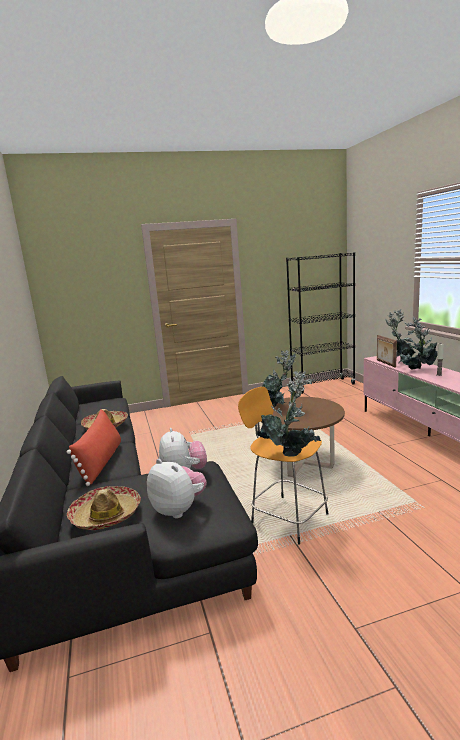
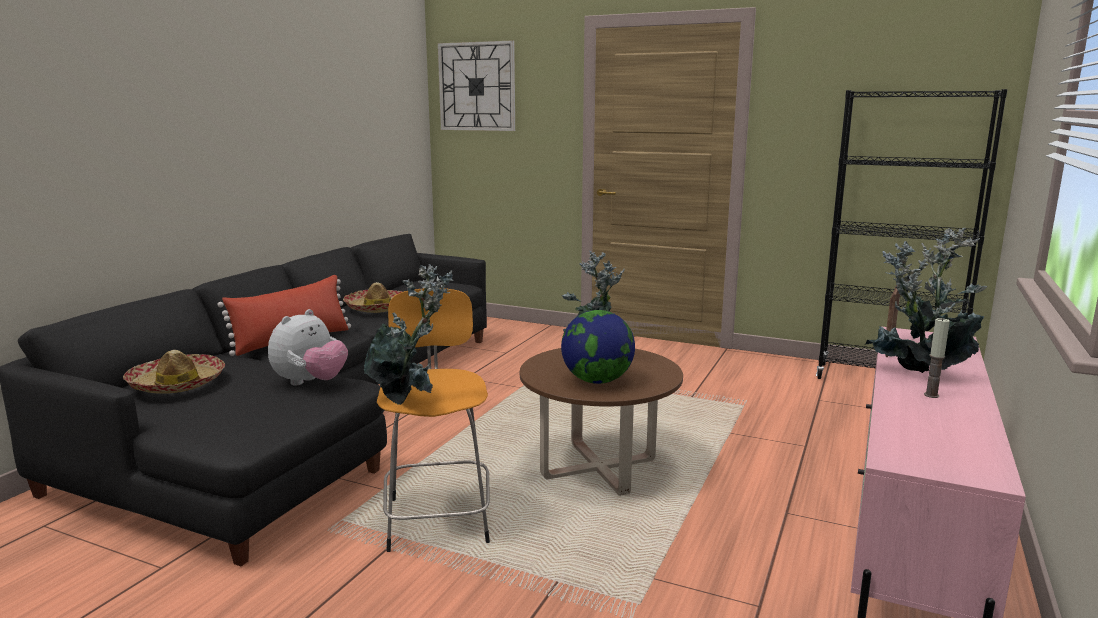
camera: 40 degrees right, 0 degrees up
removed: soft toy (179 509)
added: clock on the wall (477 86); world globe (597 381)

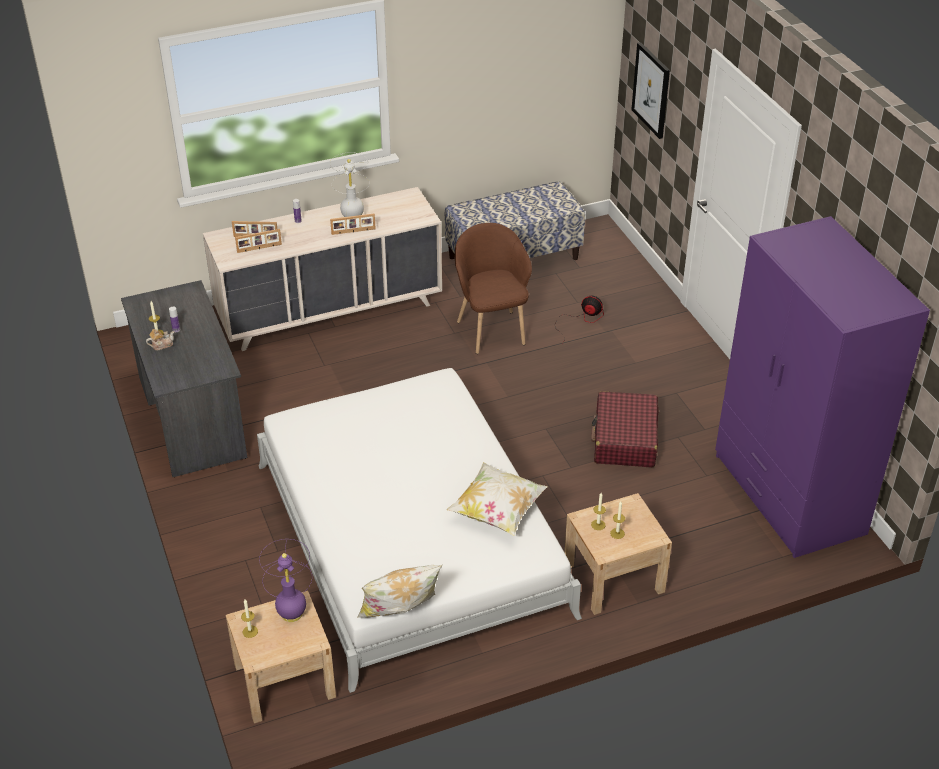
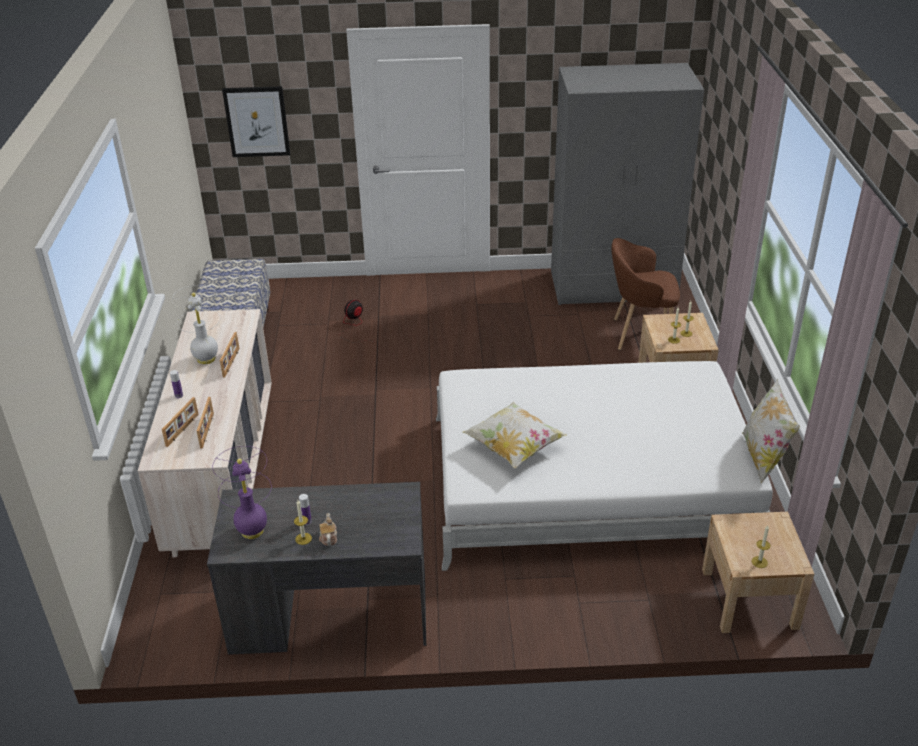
camera: 70 degrees left, 5 degrees down
removed: red-coloured travel case (625 439)
moved: brown easy chair (491 330) to (639 334); cushion (497 511) to (514 448); purple tabletop lamp (292 614) to (252 531)
recoloured: purple clothes cupboard (788 495) to greyish clothes cupboard (613 286)

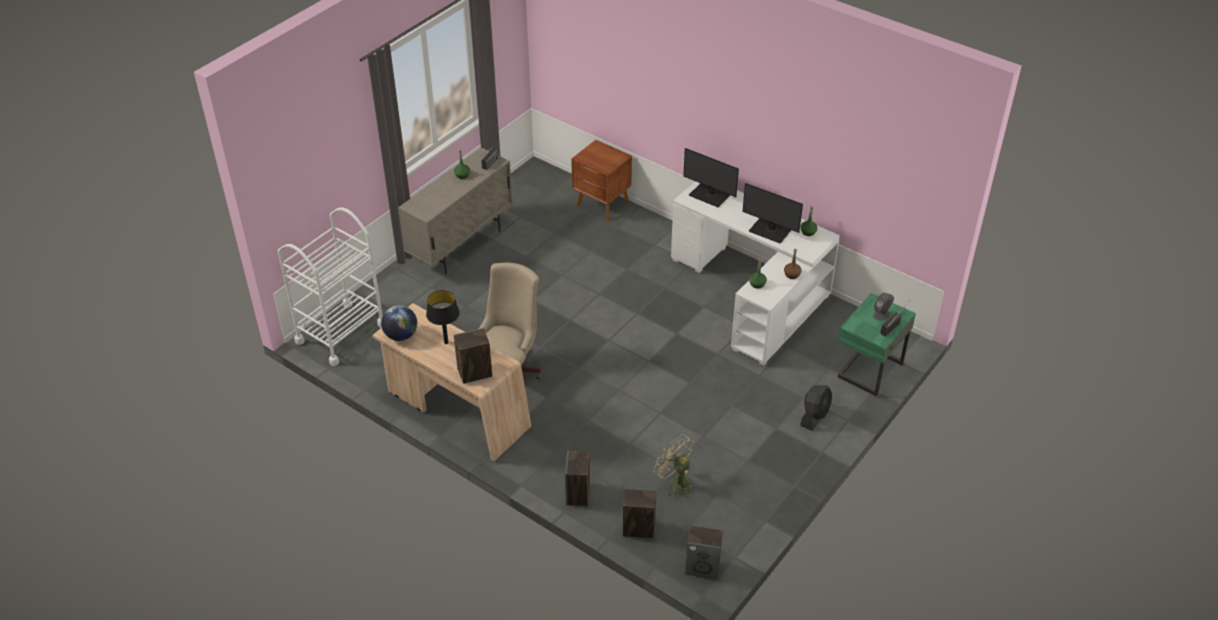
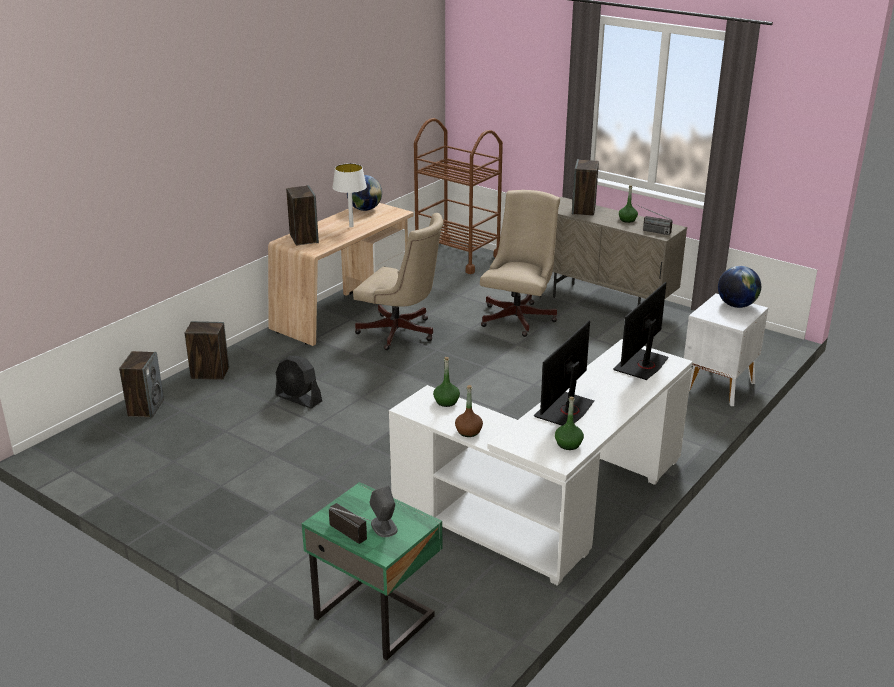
camera: 90 degrees right, 15 degrees down
removed: sand-coloured cooling fan (675 483)
added: sand-coloured office chair (519 316); world globe (736 305)
moved: black-coloured cooling fan (815 416) to (298 399); audio speaker (703 567) to (584 210)
recoloured: brown nightstand (603 205) to white-coloured nightstand (718 386); white-coloured wheeled cart (341 333) to brown wheeled cart (457 256); black-coloured tabletop lamp (446 342) to white-coloured tabletop lamp (351 226)

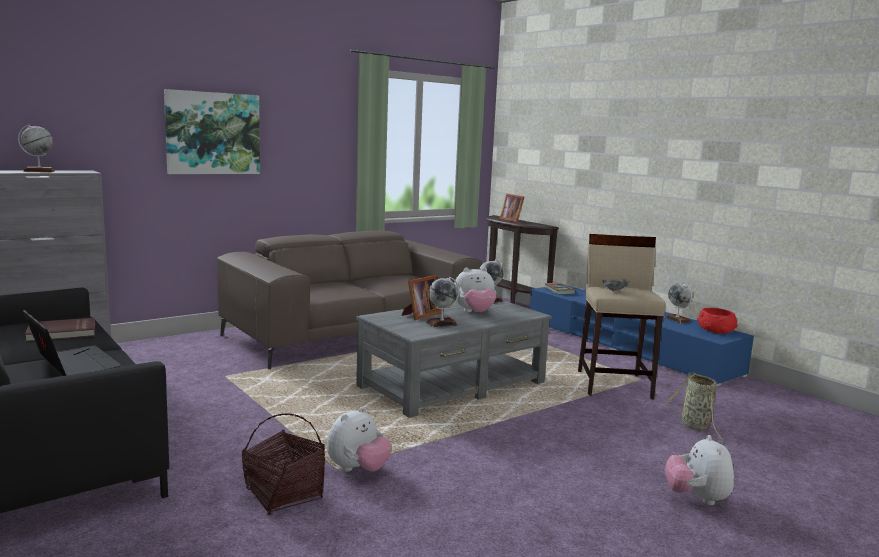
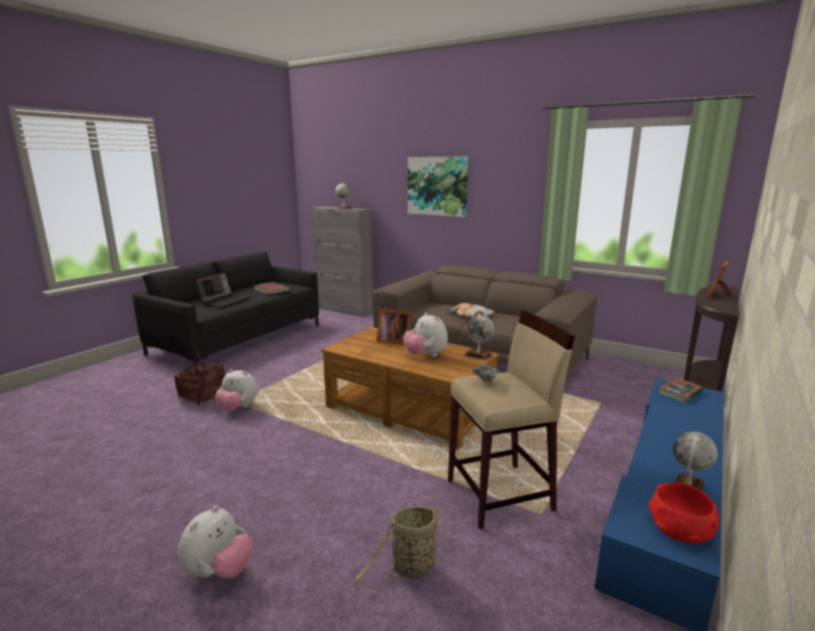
camera: 70 degrees right, 5 degrees up
removed: world globe (441 323)
added: cushion (470 315)
recoloured: greyish lounge table (453 385) to brown lounge table (409 410)
turned: soft toy (697 498) = (219 571) 135 degrees clockwise

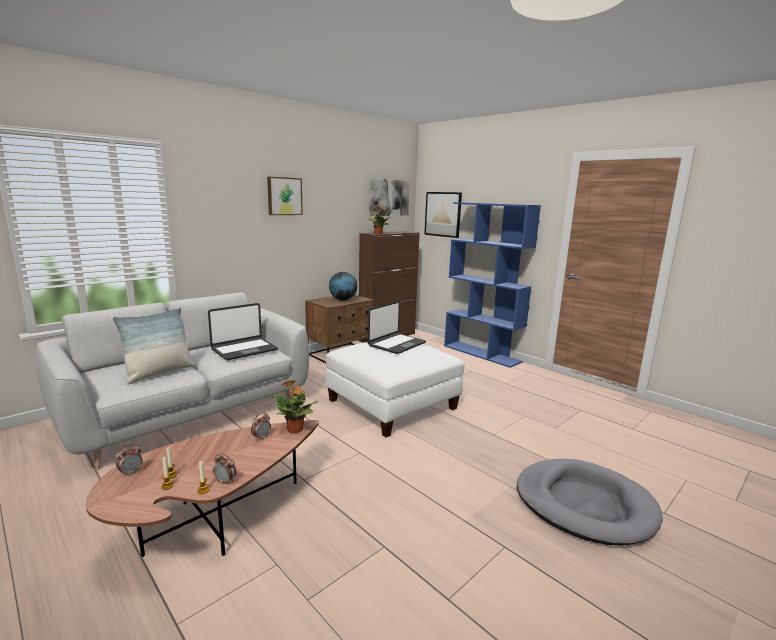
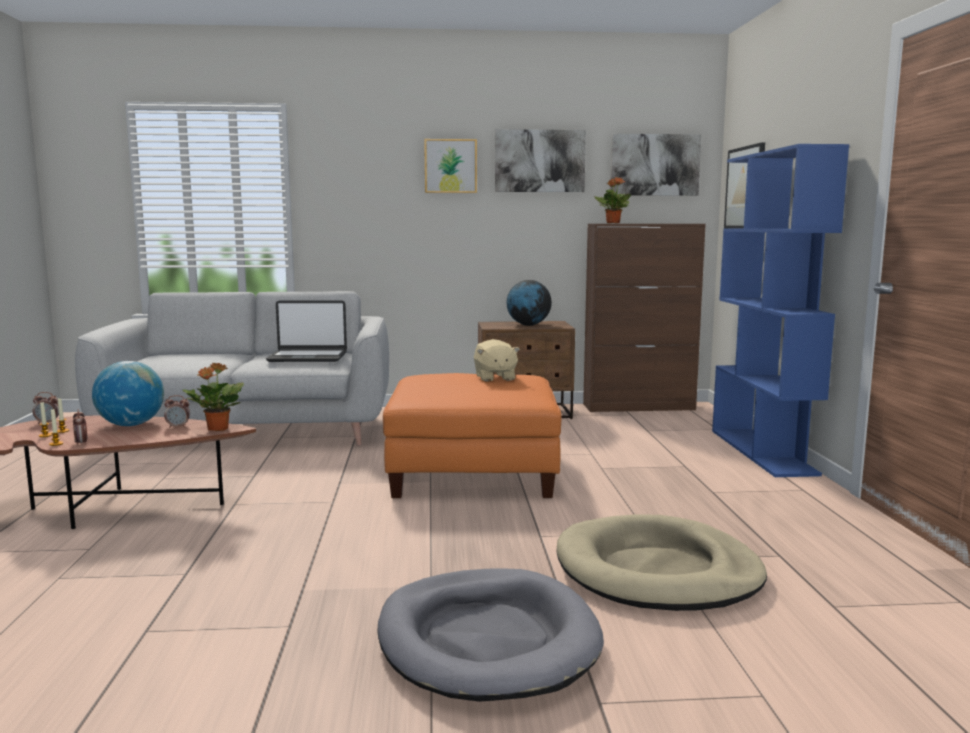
camera: 40 degrees right, 5 degrees down
removed: cushion (159 373)
added: wall picture (539 161); world globe (131 425); sand-coloured dog cushion (657 571)
replaced: laptop (396 344) to sand-coloured soft toy (494 378)
recoloured: white-coloured pouffe (392 404) to orange-coloured pouffe (473 472)

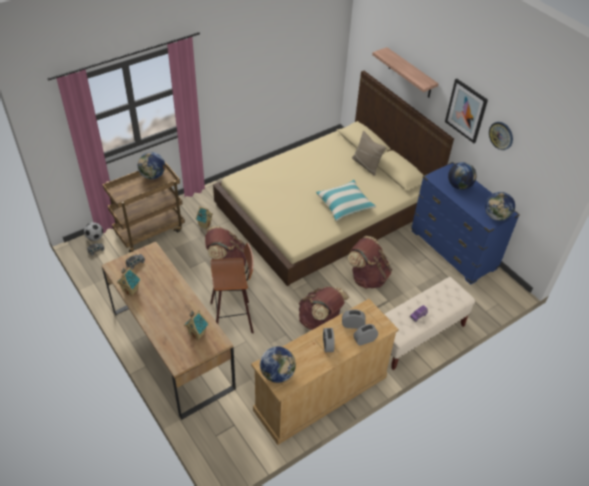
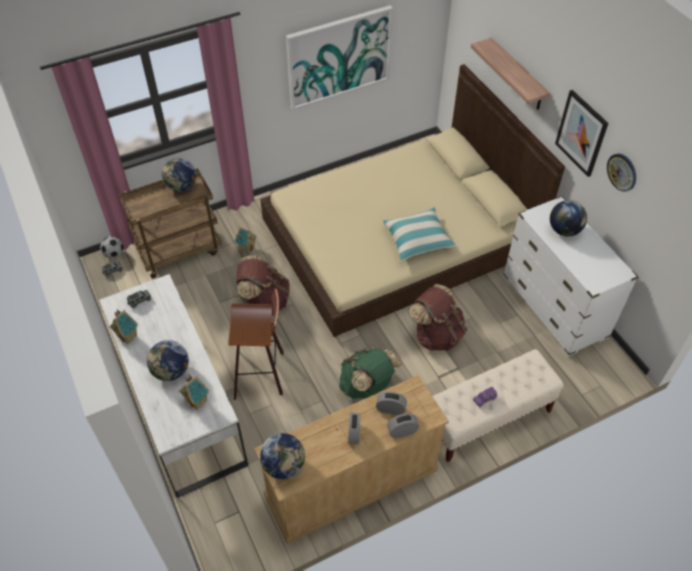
camera: 10 degrees right, 5 degrees up
removed: sand-coloured cushion (366 165)
added: wall picture (339 57)
moved: world globe (496 216) to (171 371)
recoloured: bluish chest of drawers (453 250) to white-coloured chest of drawers (554 307); brown desk unit (172 349) to white-coloured desk unit (181 405); brown backpack (320 320) to green backpack (367 386)

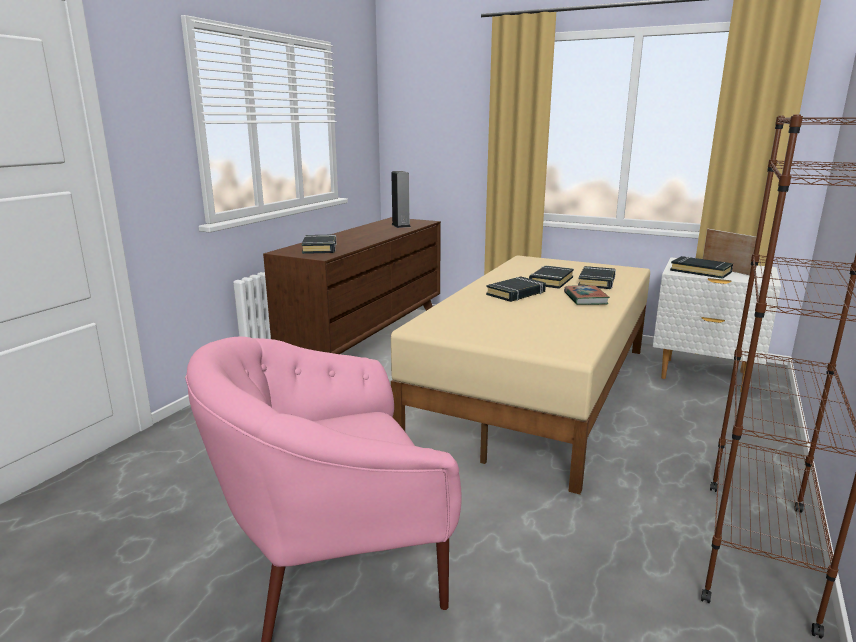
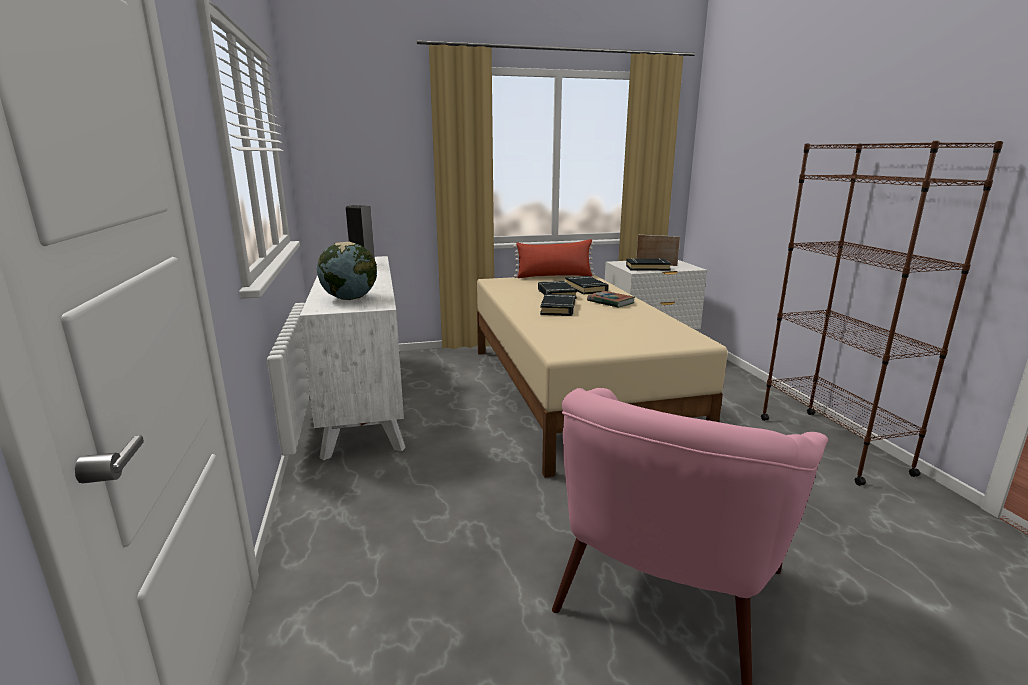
camera: 40 degrees left, 0 degrees up
added: red-coloured cushion (554 276)
replaced: black-coloured volume (320 248) to world globe (350 298)
recoloured: brown chest of drawers (367 342) to white-coloured chest of drawers (364 398)

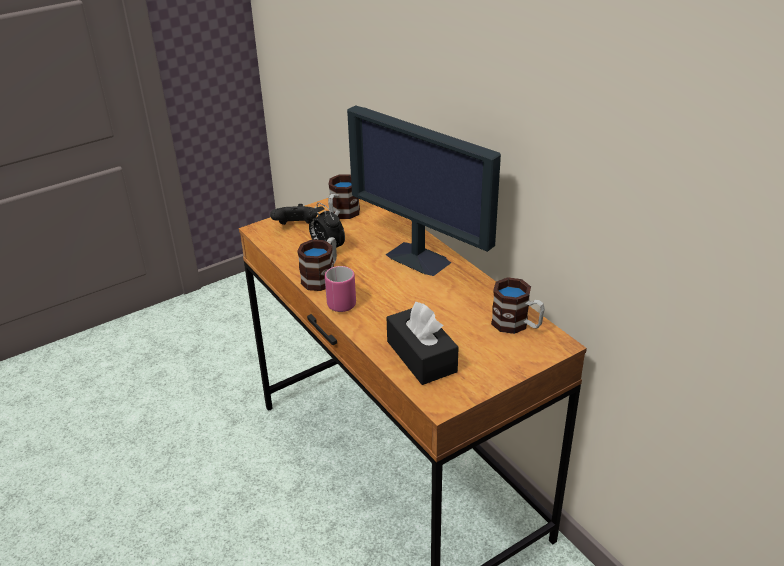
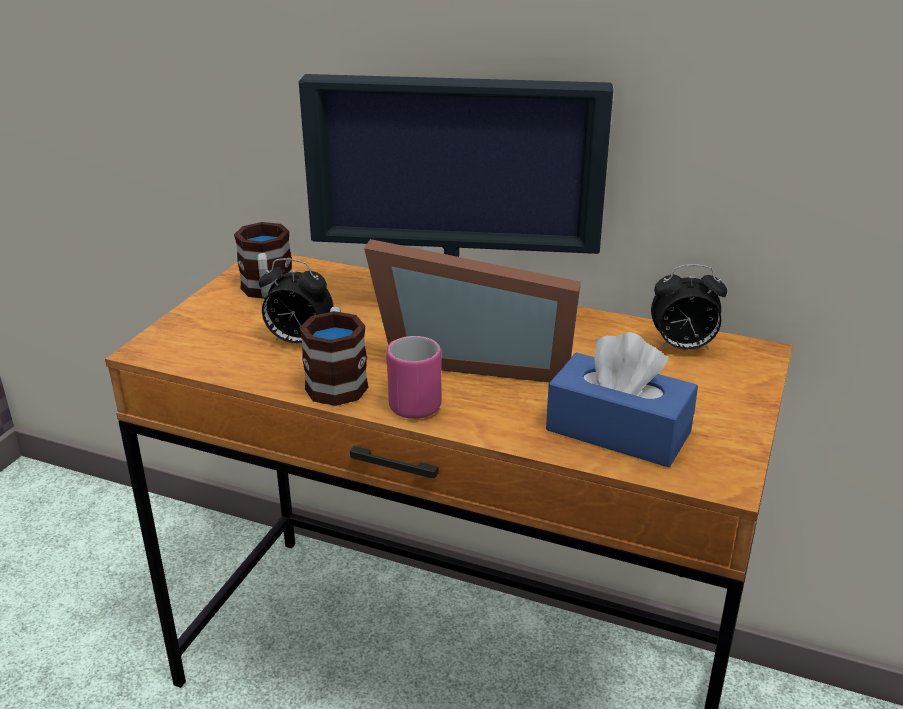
camera: 35 degrees left, 5 degrees down
removed: black-coloured gamepad (296 227)
added: photo frame (474 358)
replaced: coffee mug (517 325) to bedside clock (682 347)
recoloured: black-coloured box of tissues (421 356) to bluish box of tissues (618 431)

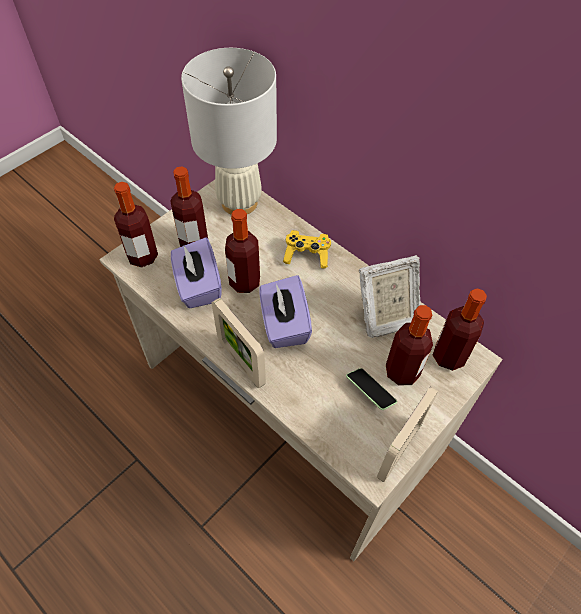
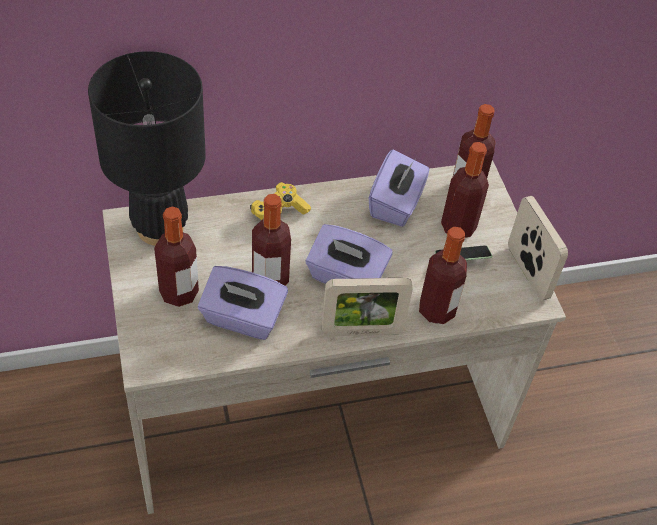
camera: 60 degrees left, 5 degrees down
moved: drink bottle (142 256) to (436 310)
replaced: photo frame (385 317) to purple box of tissues (396 204)
recoloured: white-coloured tabletop lamp (239 202) to black-coloured tabletop lamp (159 228)

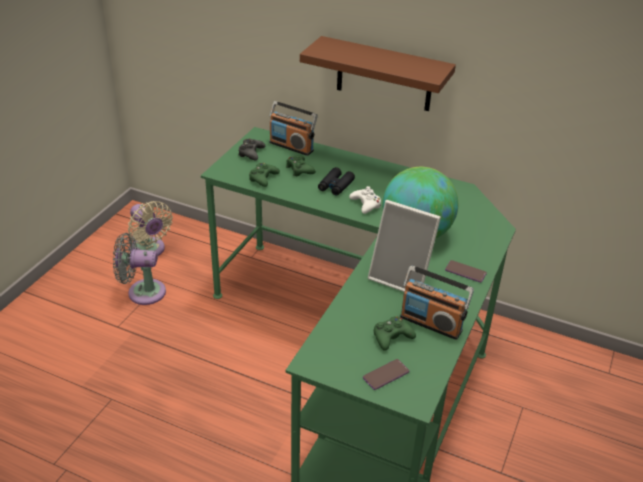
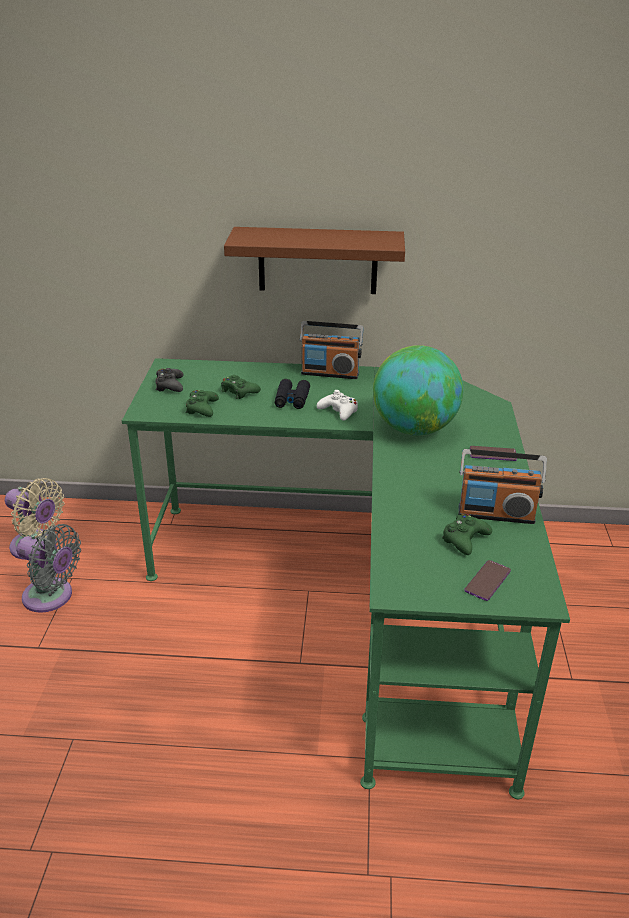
camera: 20 degrees left, 5 degrees down
removed: photo frame (401 277)
moved: radio (291 146) to (330 373)
turned: greyish cooling fan (142 292) = (52 597) 135 degrees counterclockwise

